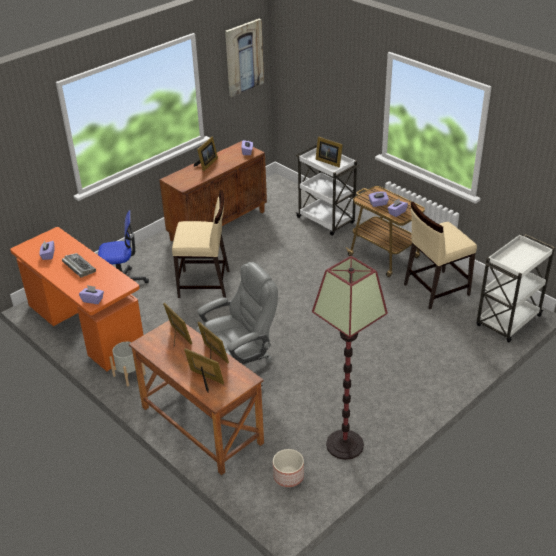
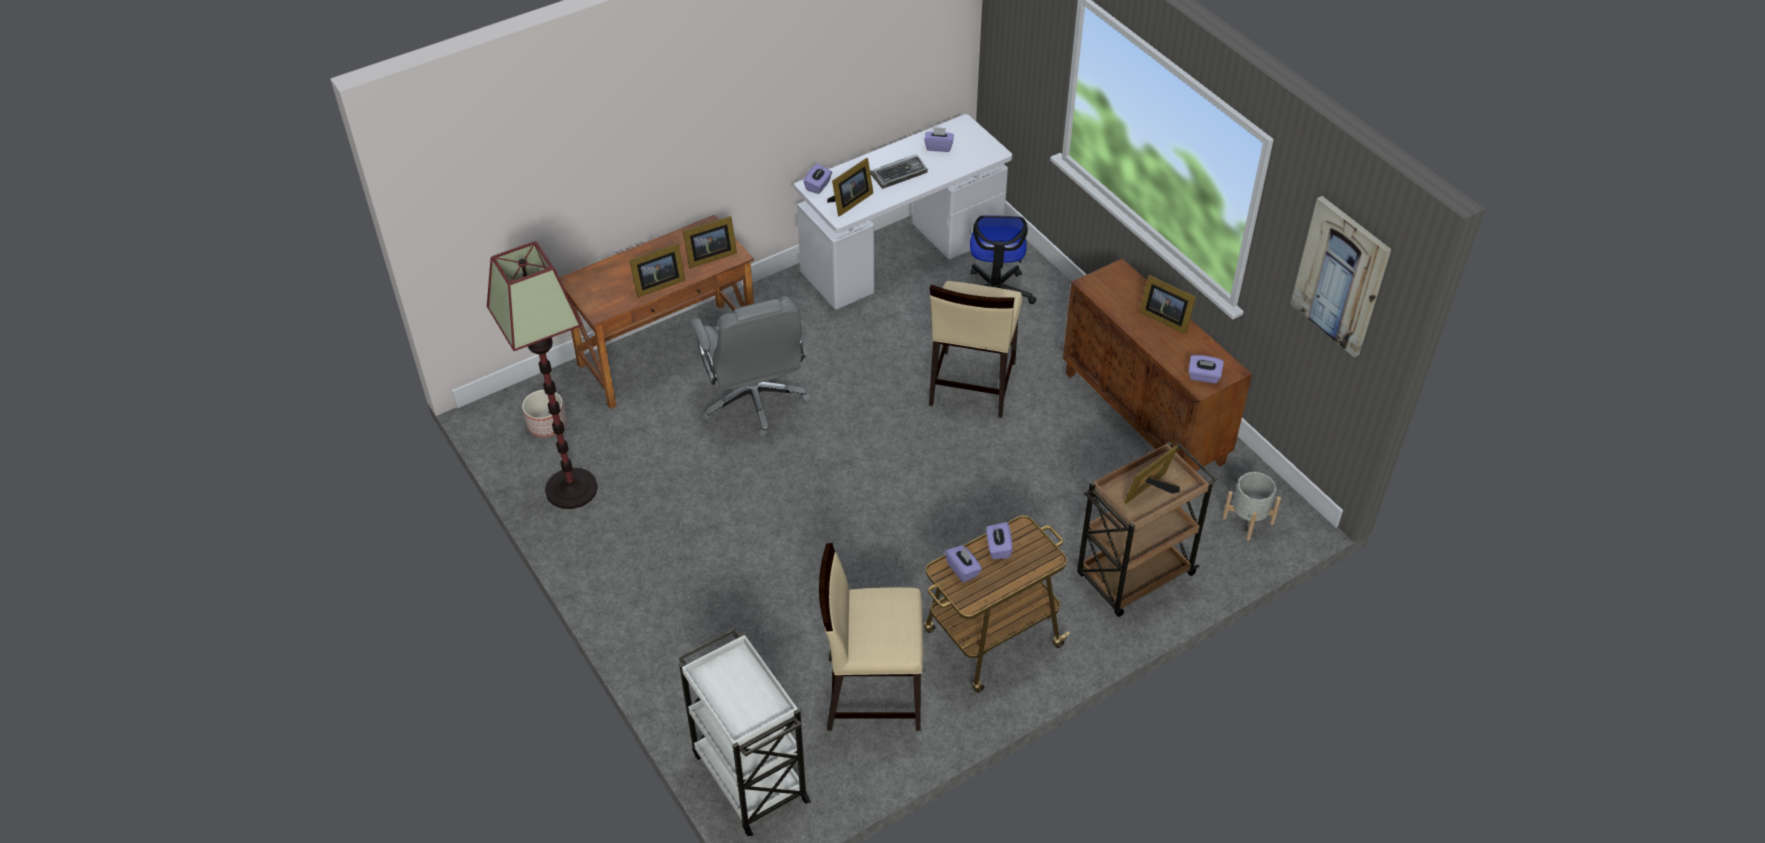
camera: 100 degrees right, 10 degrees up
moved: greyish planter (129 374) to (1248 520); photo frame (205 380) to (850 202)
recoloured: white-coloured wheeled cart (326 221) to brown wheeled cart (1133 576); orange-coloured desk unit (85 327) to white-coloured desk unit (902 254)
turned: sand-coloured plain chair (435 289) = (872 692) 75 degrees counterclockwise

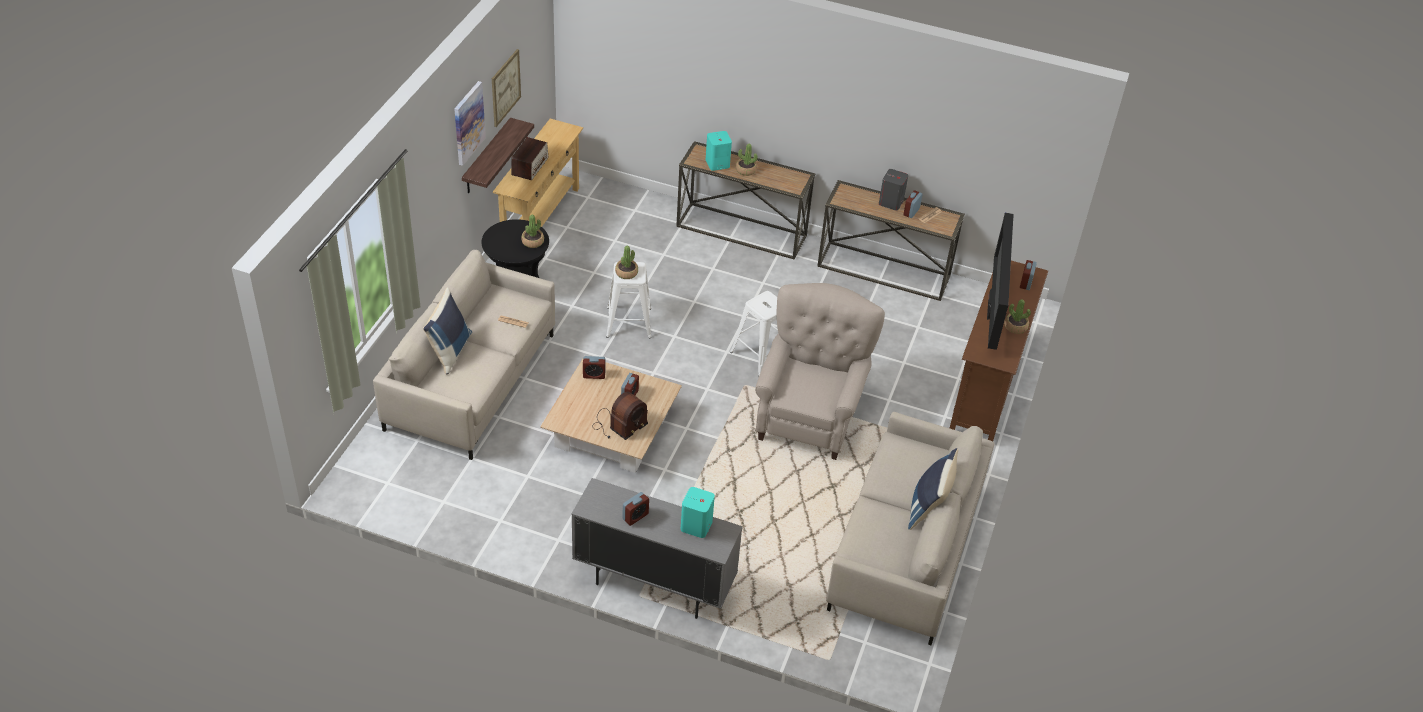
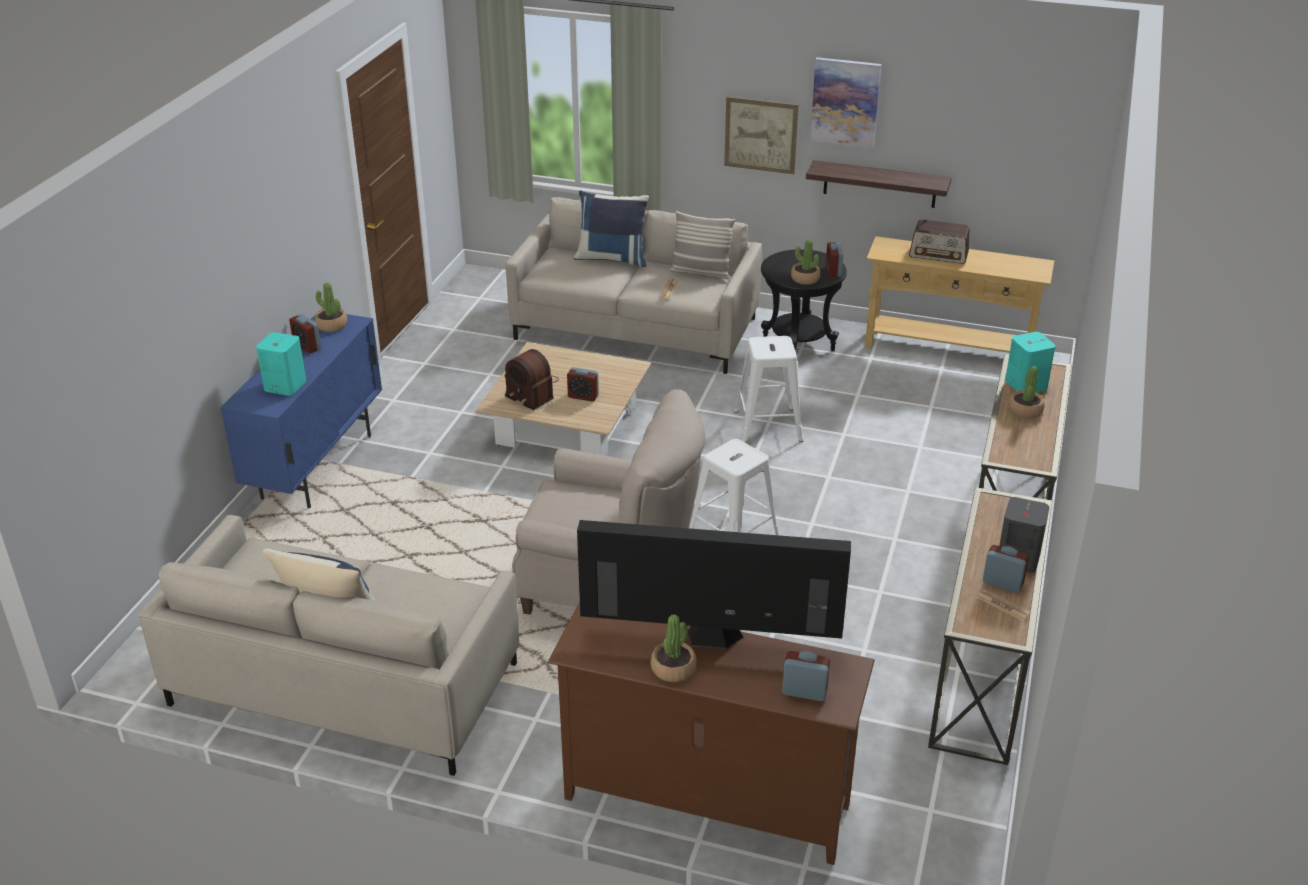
camera: 90 degrees right, 10 degrees down
added: cushion (701 273)
moved: wall picture (505 87) to (761 135); potted plant (626 273) to (331 325); bedside clock (594 375) to (833 271)
recoloured: greyish cabinet (653 585) to bluish cabinet (317 466)

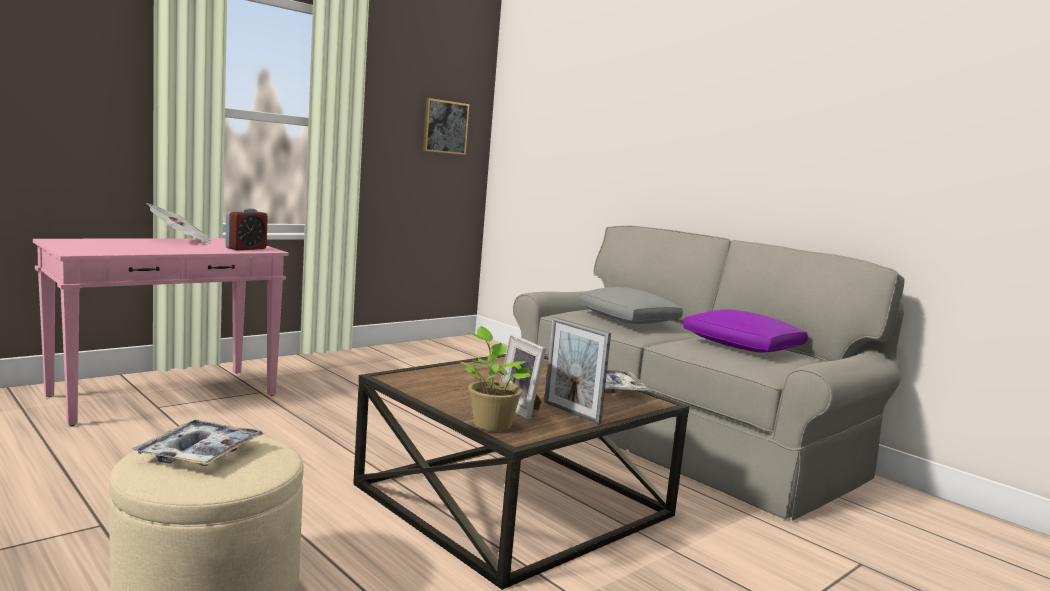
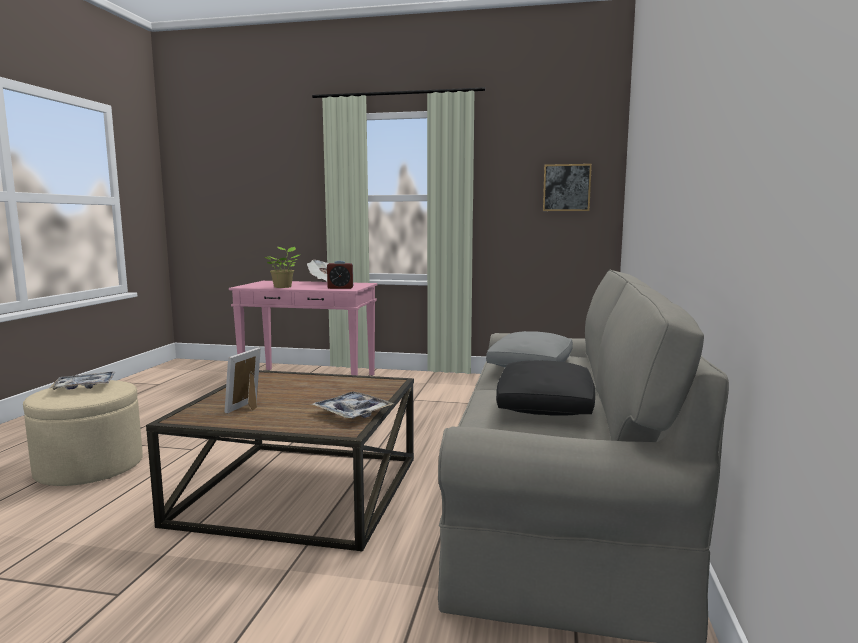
camera: 55 degrees right, 0 degrees up
removed: photo frame (571 412)
moved: potted plant (490 423) to (283 287)
recoloured: purple cushion (743 346) to black-coloured cushion (545 406)

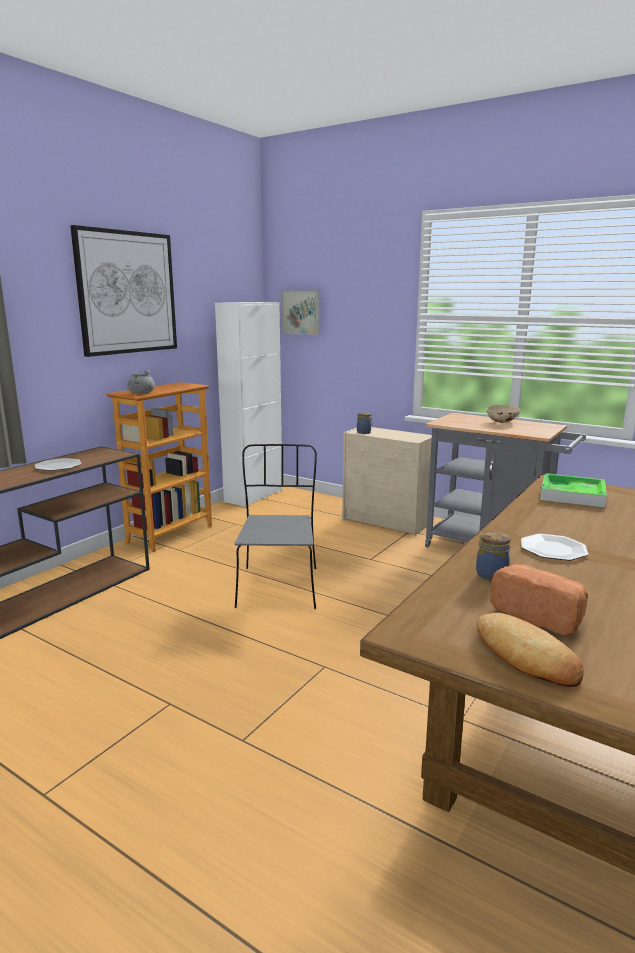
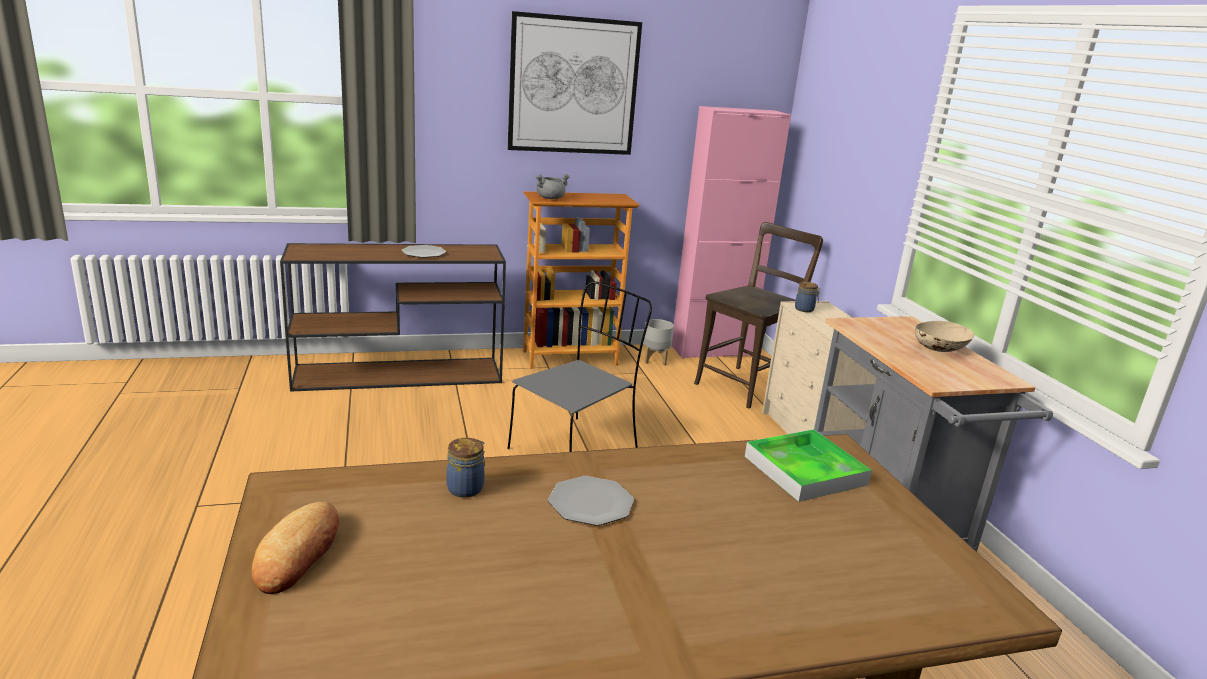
camera: 40 degrees right, 5 degrees up
removed: wall picture (301 312); bread (539 615)
added: brown plain chair (746 385); greyish planter (656 360)
recoloured: white-coloured cabinet (253 496) to pink cabinet (711 351)

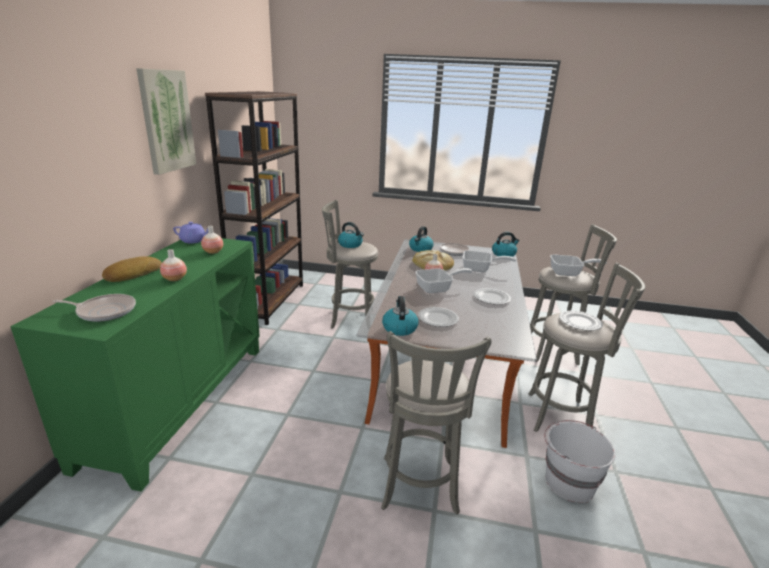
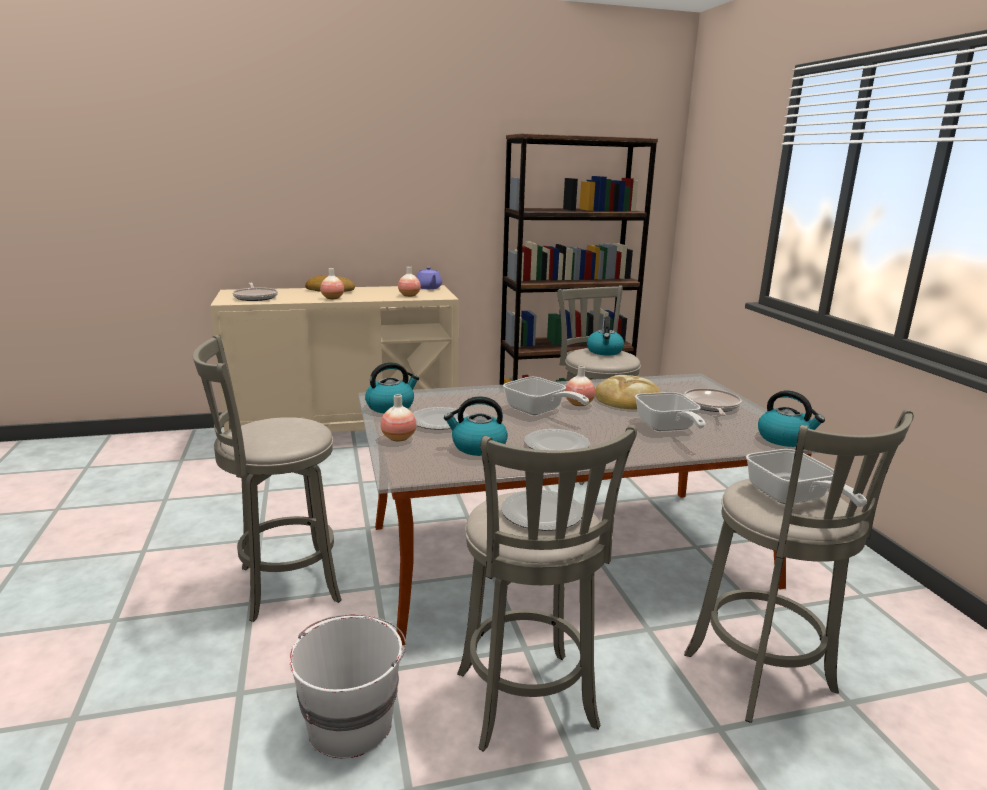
camera: 65 degrees right, 5 degrees down
removed: wall picture (166 121)
added: decorative vase (398 438)
moved: kettle (420 249) to (478 447)
recoloured: green cabinet (179 401) to sand-coloured cabinet (345 433)

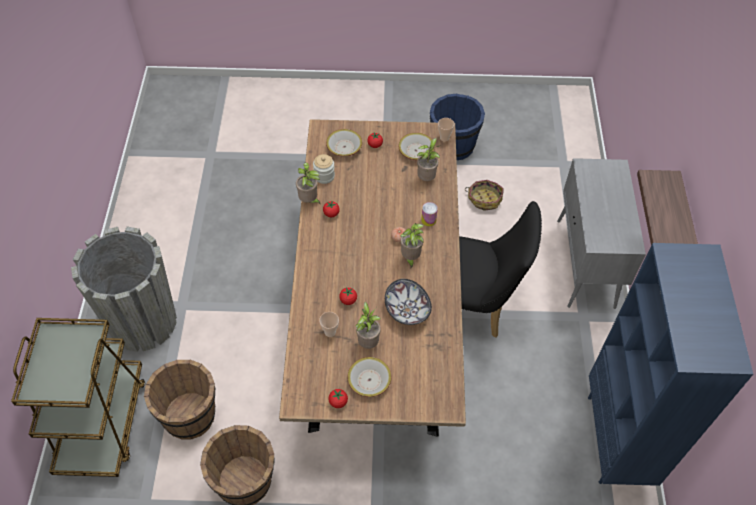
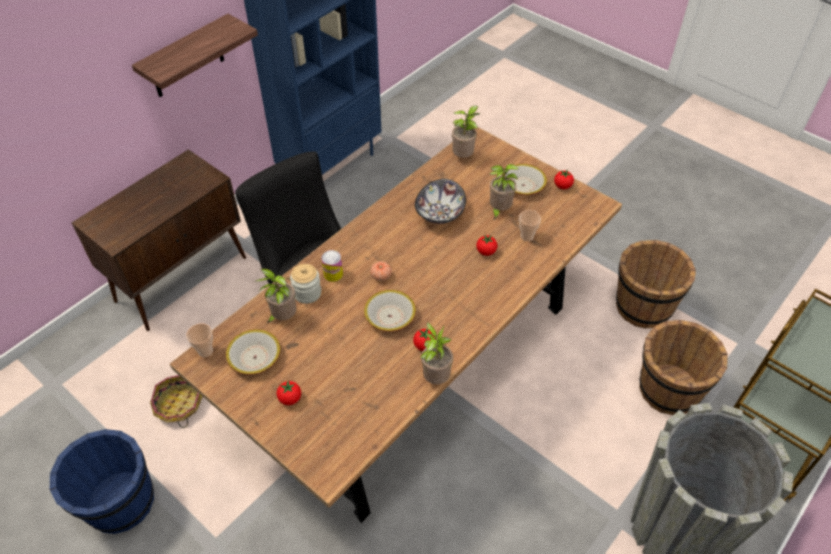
camera: 140 degrees left, 5 degrees down
moved: bowl (344 147) to (389 316); preserve jar (324 176) to (307 293); potted plant (410 258) to (464 157)
recoloured: greyish cabinet (585 264) to brown cabinet (183 278)

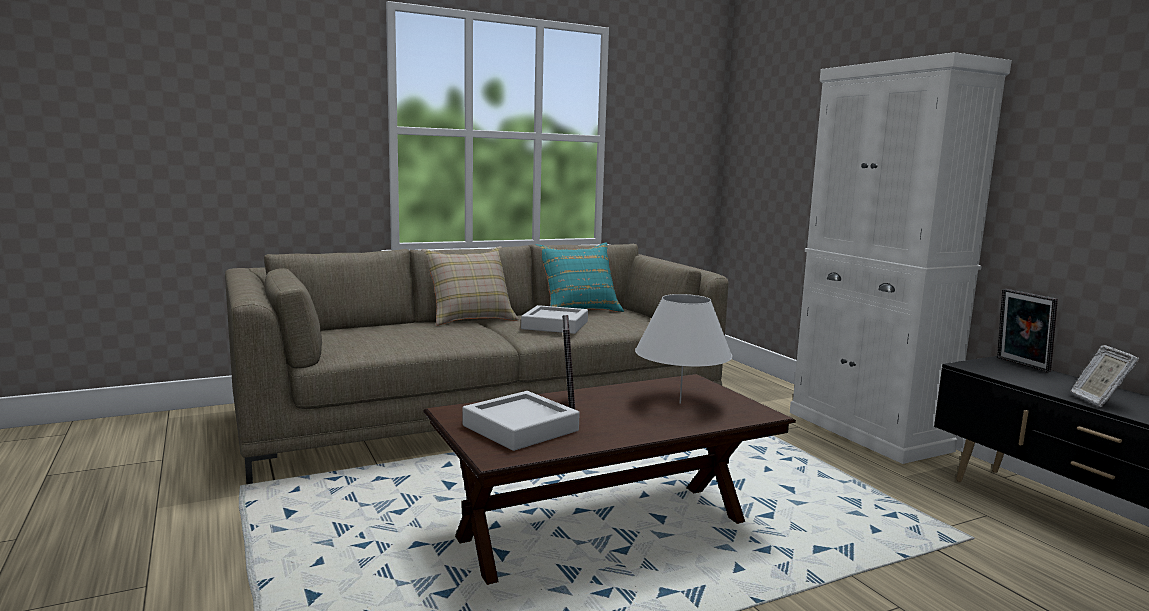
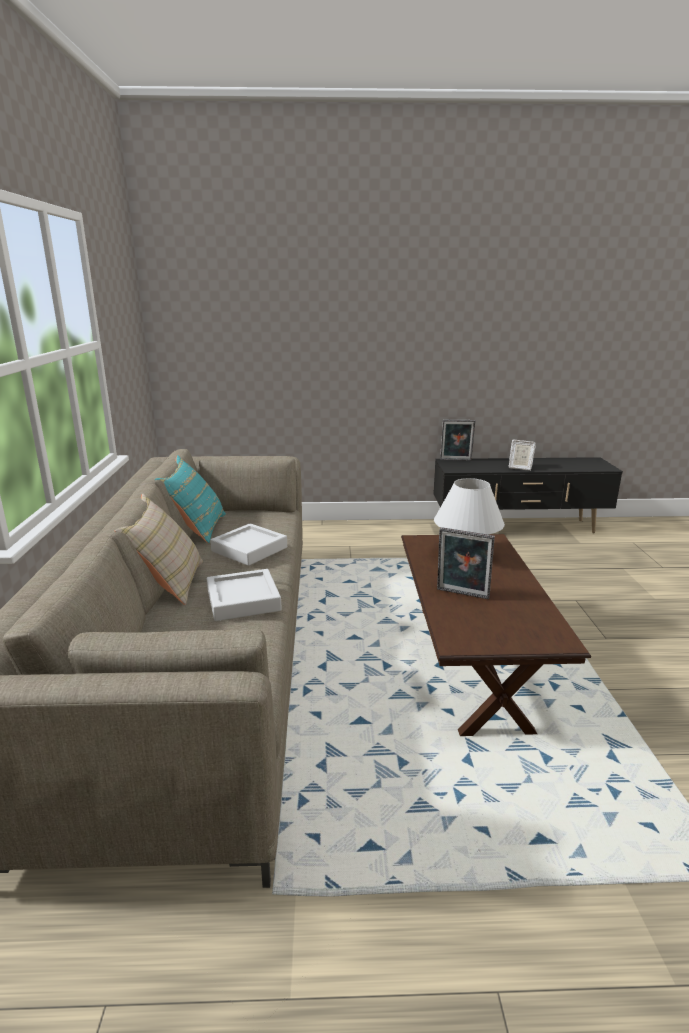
camera: 65 degrees left, 10 degrees up
removed: white-coloured cabinet (867 431)
moved: greyish serving tray (520 428) to (243 600)

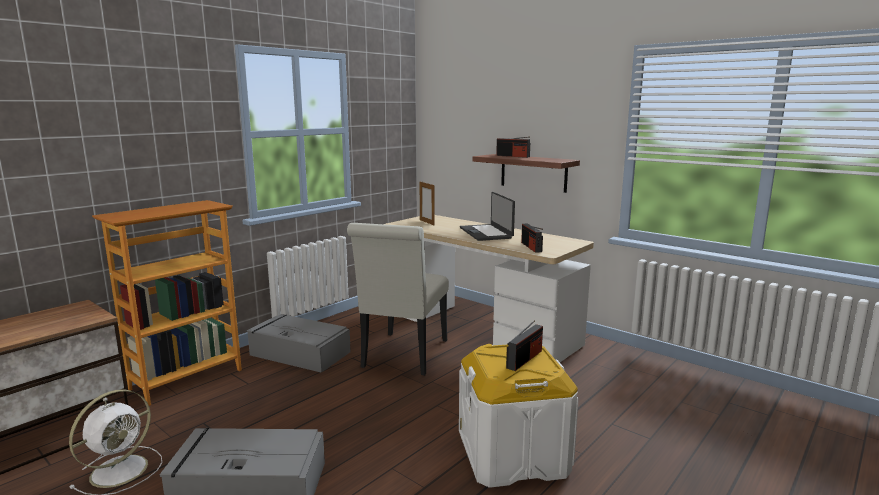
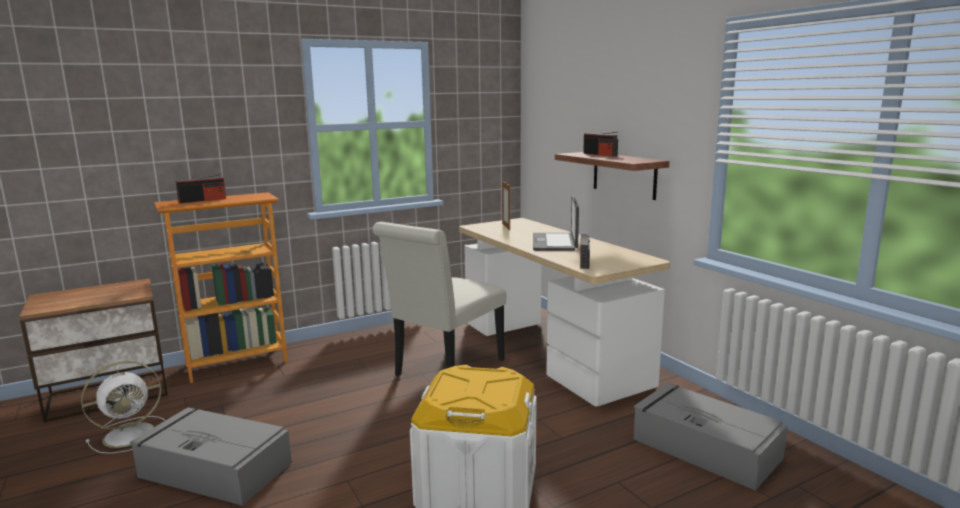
camera: 20 degrees right, 0 degrees up
moved: greyish storage box (299 353) to (704 447); radio (524 359) to (202 200)

